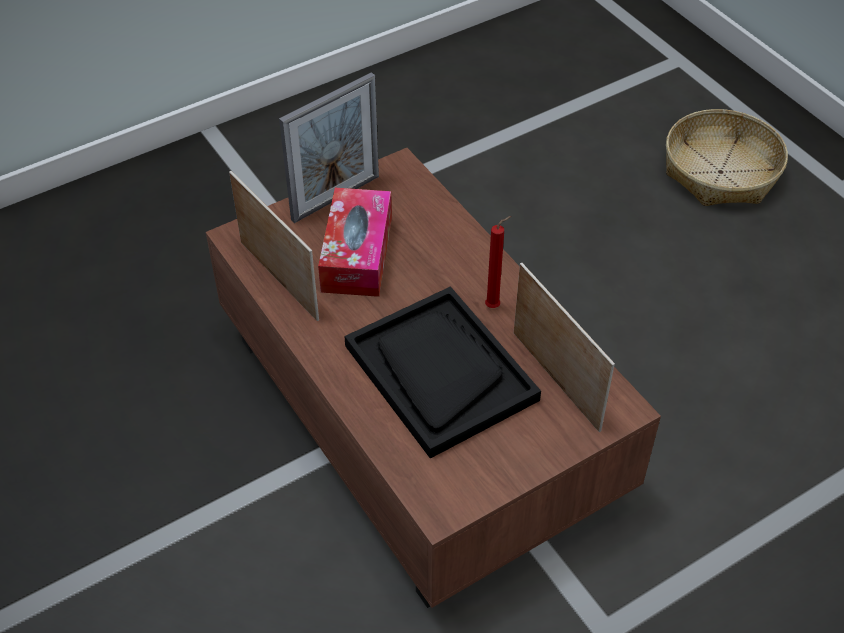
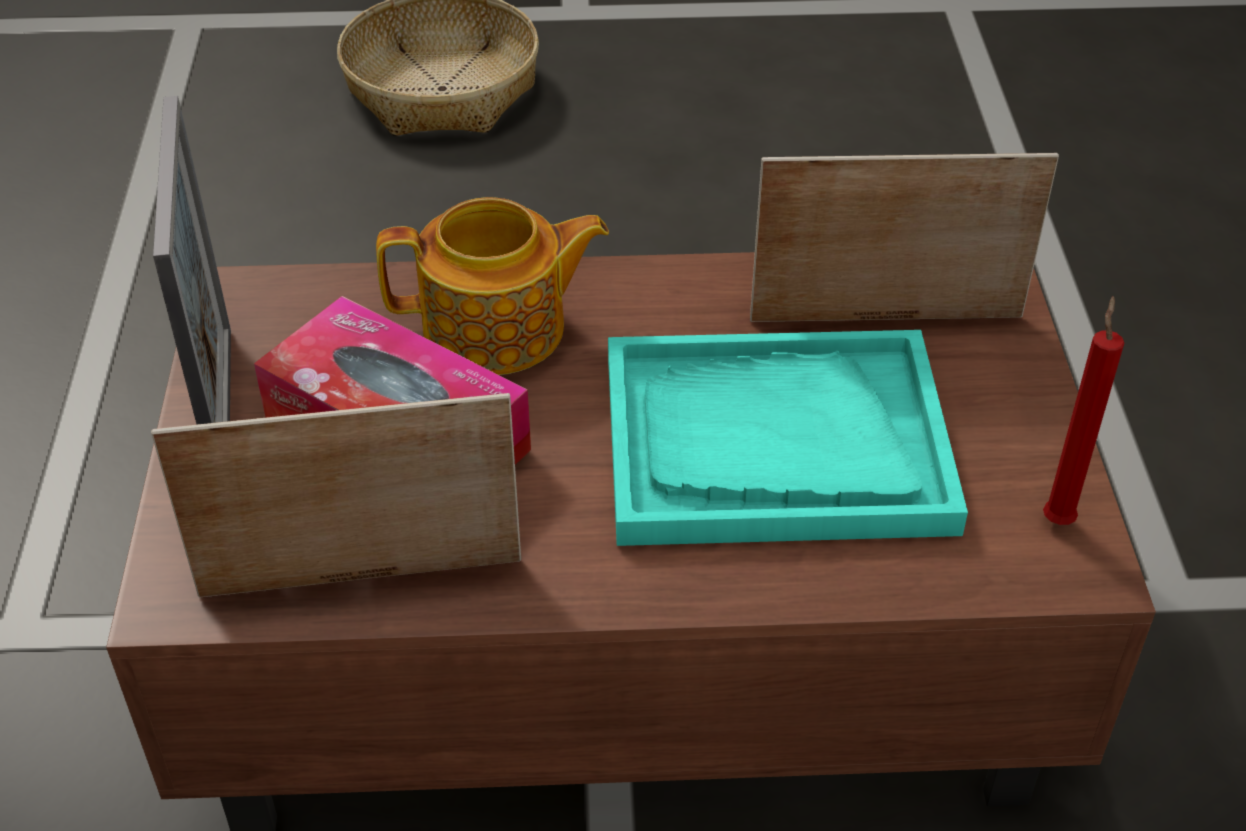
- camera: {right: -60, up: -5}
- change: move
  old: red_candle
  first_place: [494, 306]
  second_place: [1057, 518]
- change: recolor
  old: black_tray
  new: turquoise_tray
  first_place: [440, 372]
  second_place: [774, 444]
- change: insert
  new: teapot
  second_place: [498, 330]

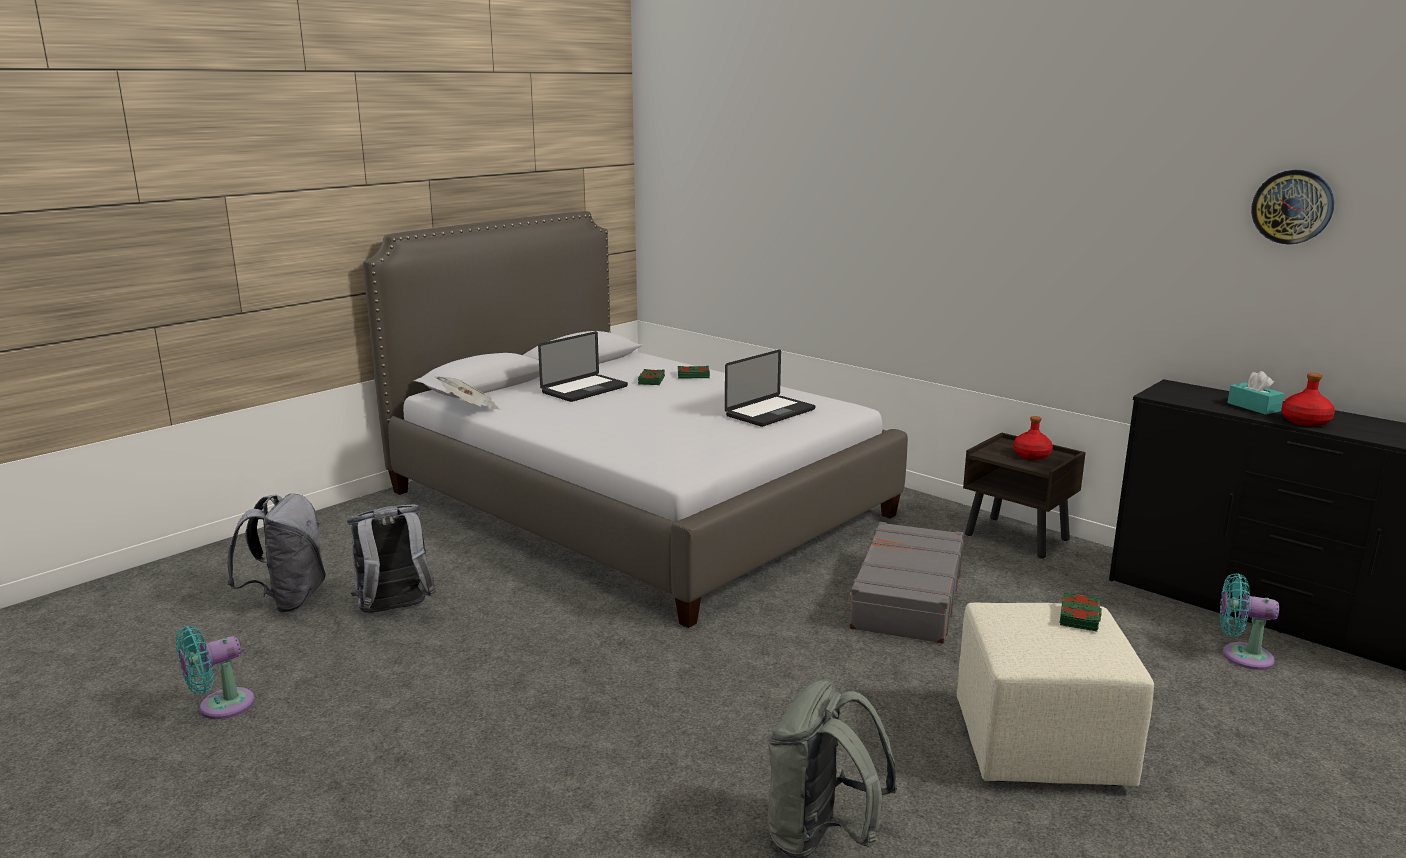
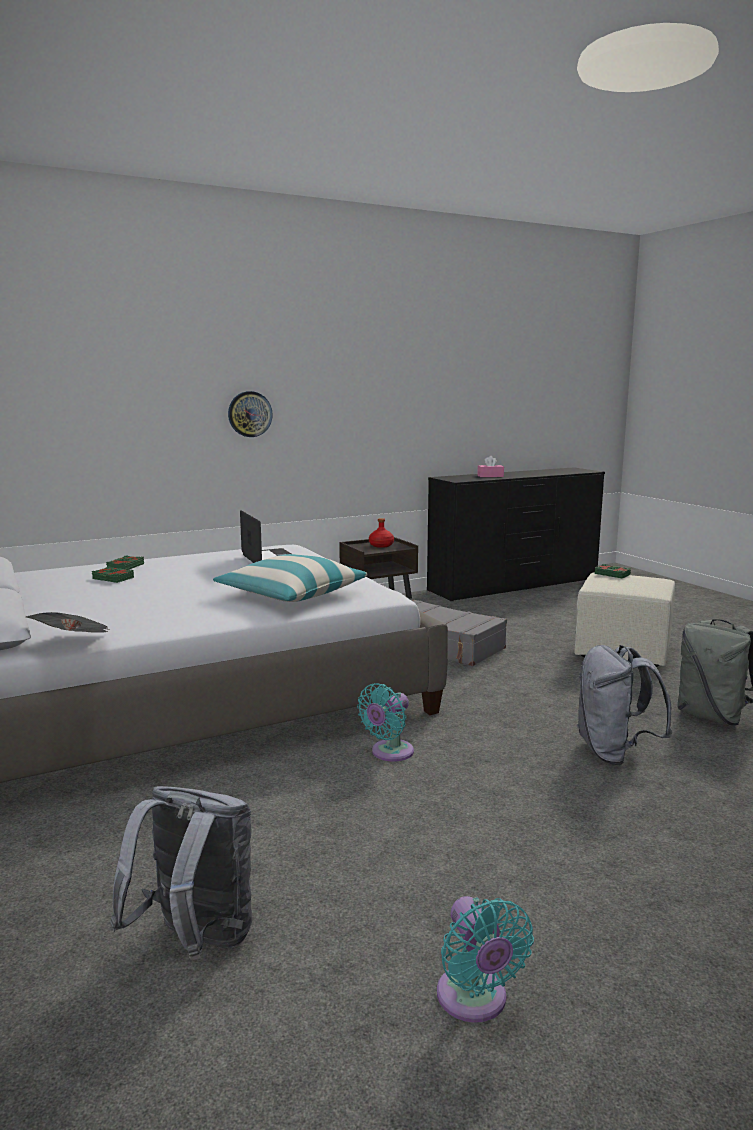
- camera: {right: -70, up: -5}
- change: move
  old: wall_clock
  first_place: [1292, 207]
  second_place: [250, 414]
- change: delete
  old: laptop
  first_place: [584, 390]
- change: recolor
  old: turquoise_tissue_box
  new: pink_tissue_box
  first_place: [1253, 407]
  second_place: [490, 476]
- change: delete
  old: red_bottle
  first_place: [1305, 421]
- change: move
  old: grey_backpack
  first_place: [395, 611]
  second_place: [614, 753]
- change: move
  old: turquoise_fan
  first_place: [1241, 656]
  second_place: [389, 753]
- change: insert
  new: pillow
  second_place: [291, 594]

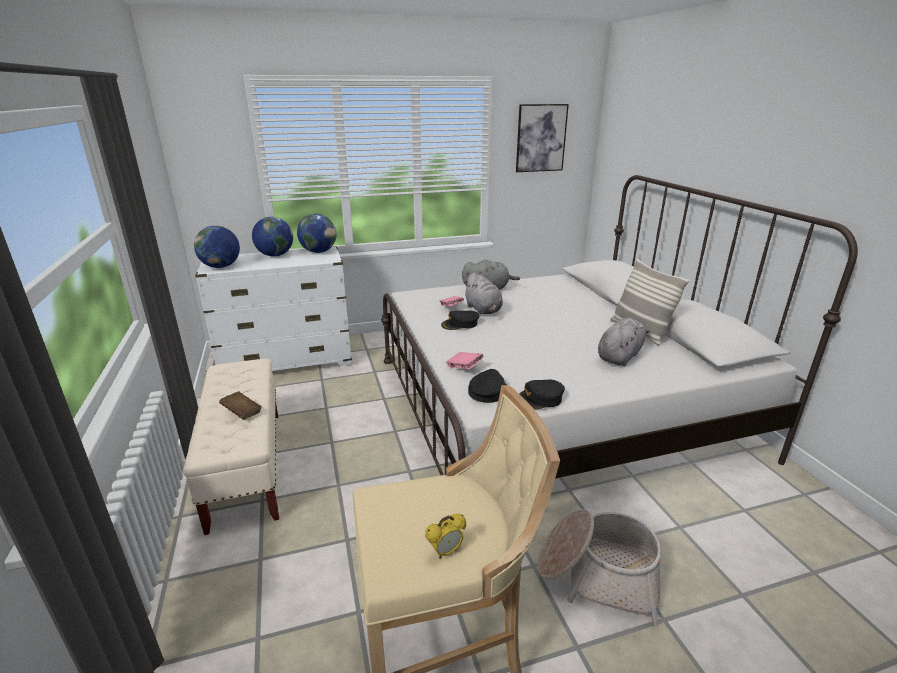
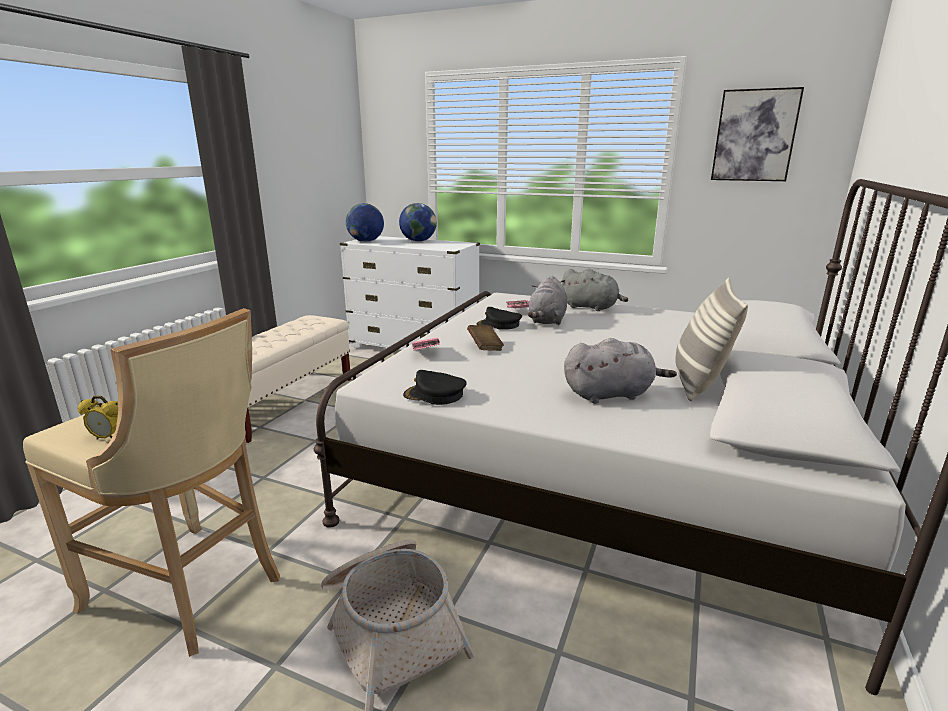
- camera: {right: 40, up: -5}
- change: delete
  old: globe
  first_place: [318, 252]
- change: delete
  old: black_cap
  first_place: [487, 391]
- change: move
  old: brown_book
  first_place: [242, 413]
  second_place: [485, 347]

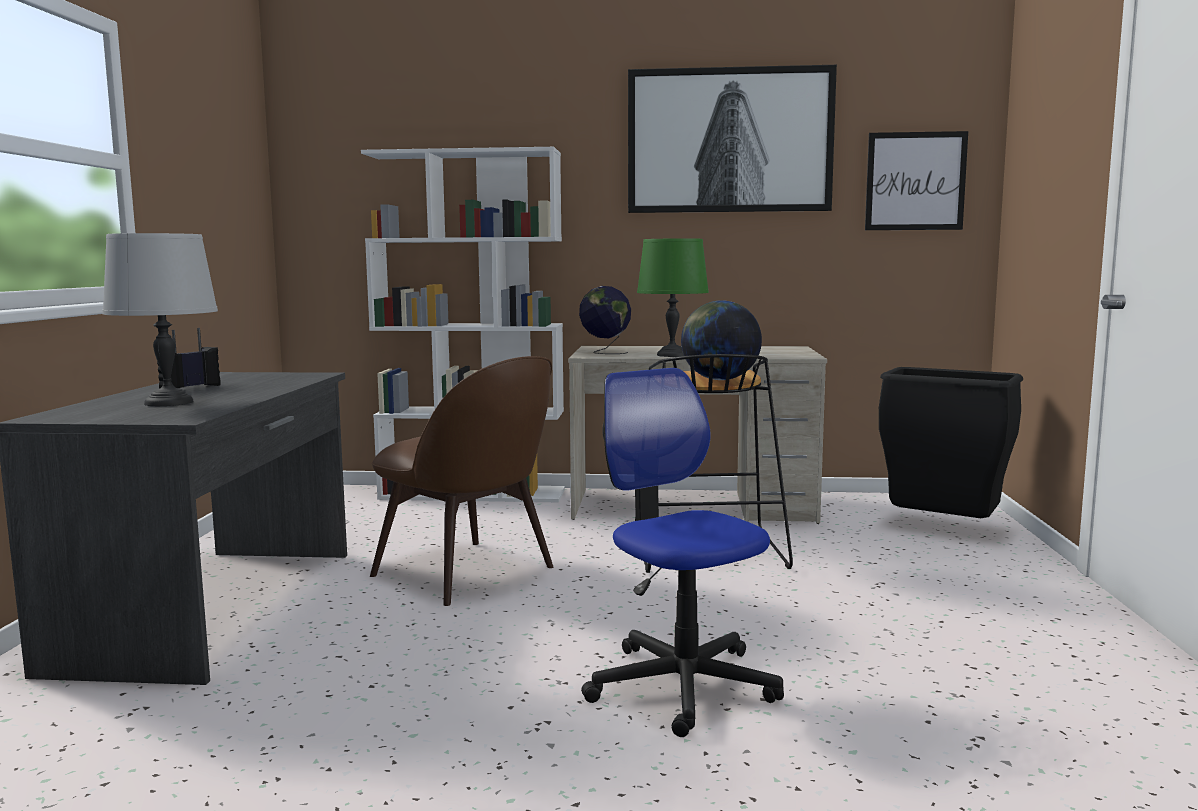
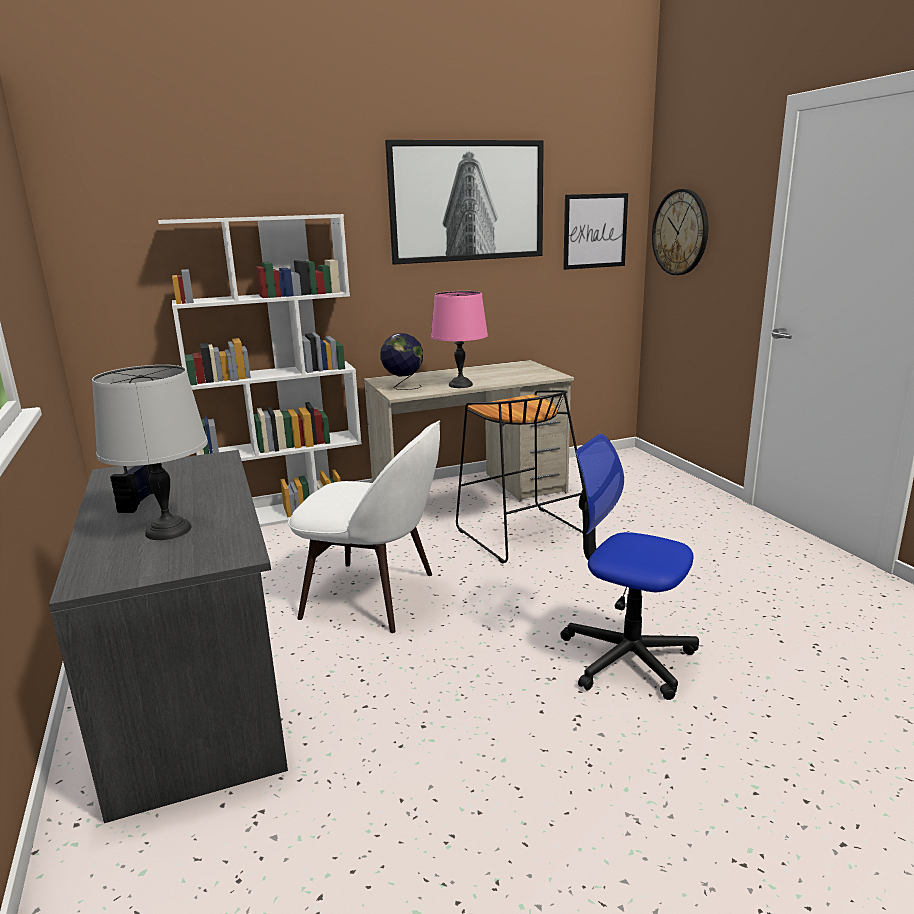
- camera: {right: -25, up: 10}
- change: recolor
  old: green_table_lamp
  new: pink_table_lamp
  first_place: [671, 355]
  second_place: [460, 385]
- change: delete
  old: globe
  first_place: [719, 379]
- change: recolor
  old: brown_chair
  new: white_chair
  first_place: [468, 573]
  second_place: [374, 596]
- change: delete
  old: black_trash_can
  first_place: [942, 530]
- change: insert
  new: wall_clock
  second_place: [680, 232]

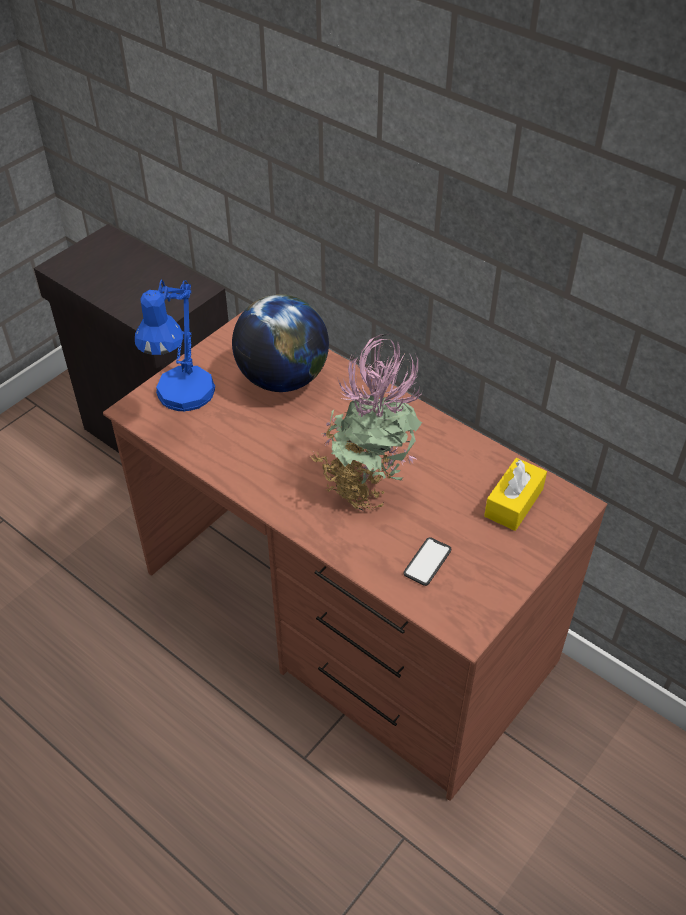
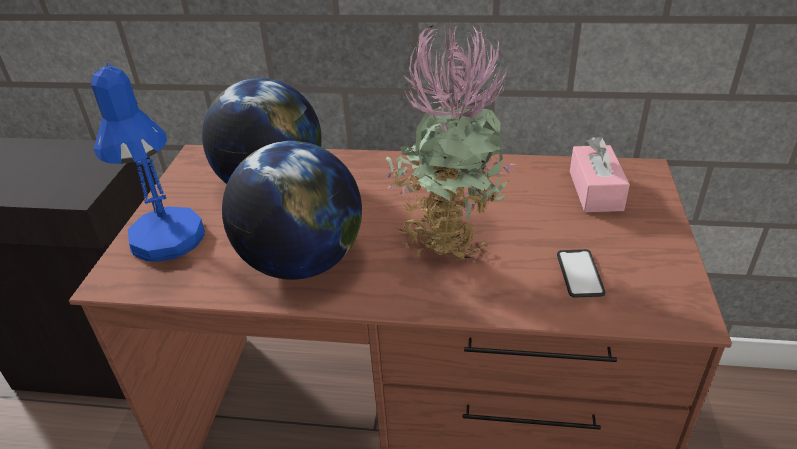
- camera: {right: -30, up: -10}
- change: recolor
  old: yellow_tissue_box
  new: pink_tissue_box
  first_place: [513, 503]
  second_place: [595, 190]
- change: insert
  new: globe
  second_place: [302, 262]

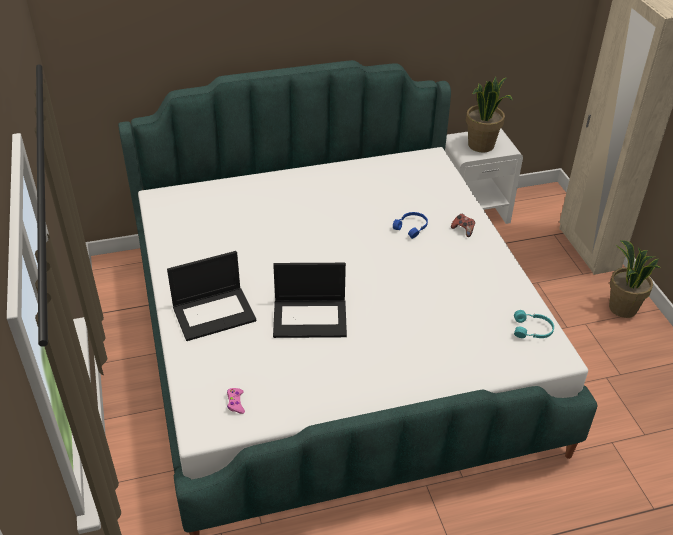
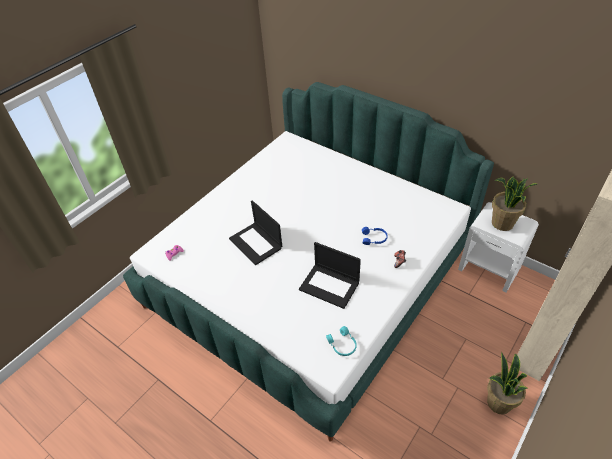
- camera: {right: 55, up: 5}
- change: move
  old: laptop
  first_place: [214, 313]
  second_place: [330, 285]

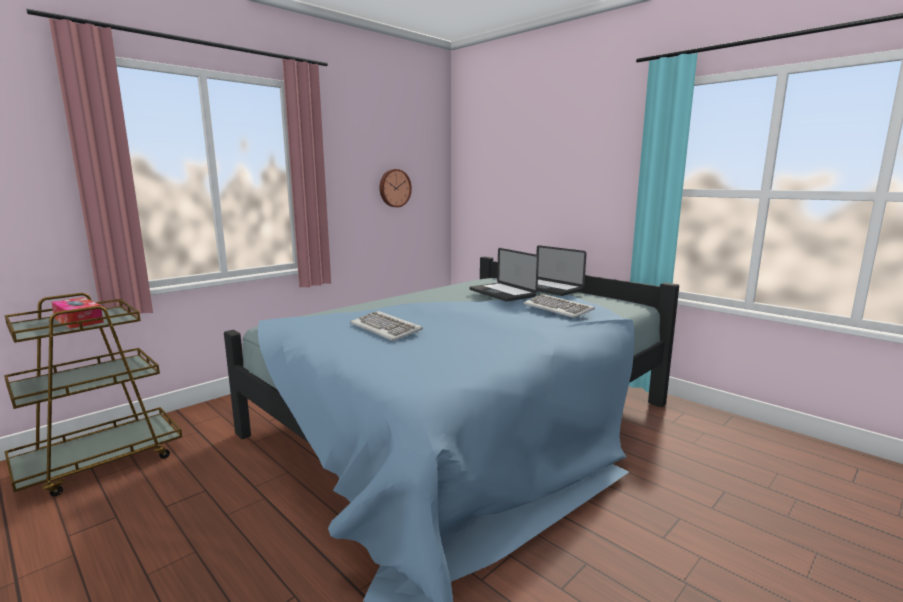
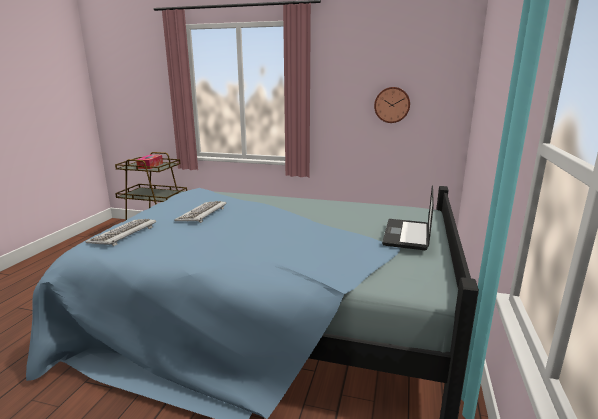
- camera: {right: 60, up: 5}
- change: delete
  old: laptop
  first_place: [502, 293]
- change: move
  old: keyboard
  first_place: [558, 309]
  second_place: [123, 234]

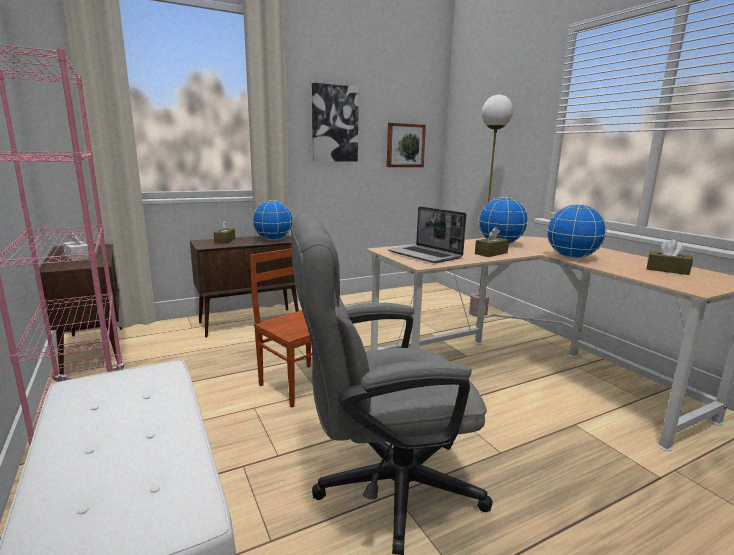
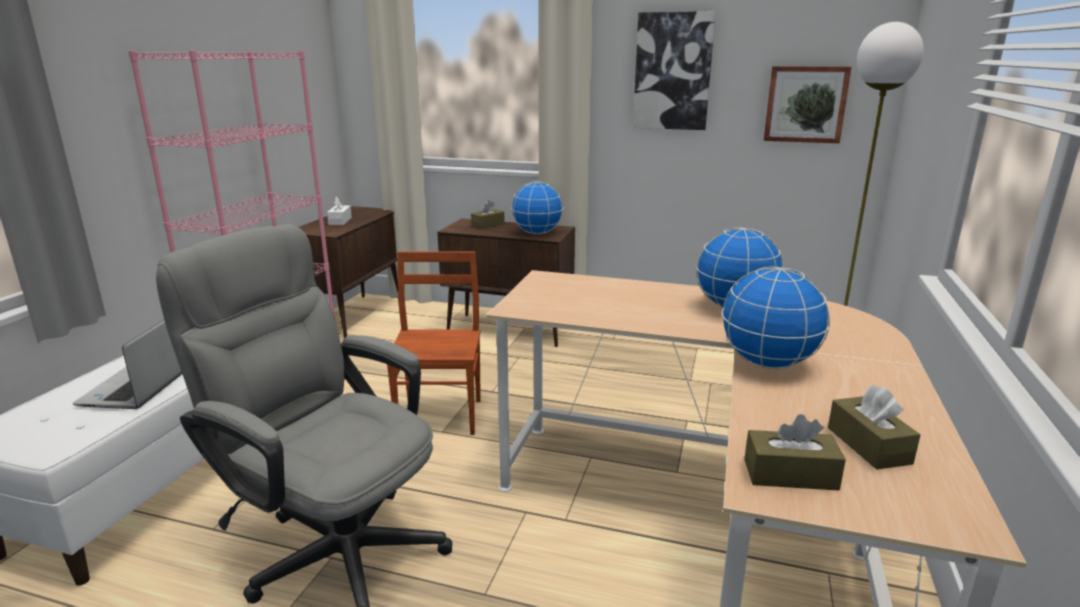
- camera: {right: 45, up: 5}
- change: move
  old: laptop
  first_place: [426, 255]
  second_place: [138, 387]
- change: move
  old: brown_tissue_box
  first_place: [491, 253]
  second_place: [790, 474]

